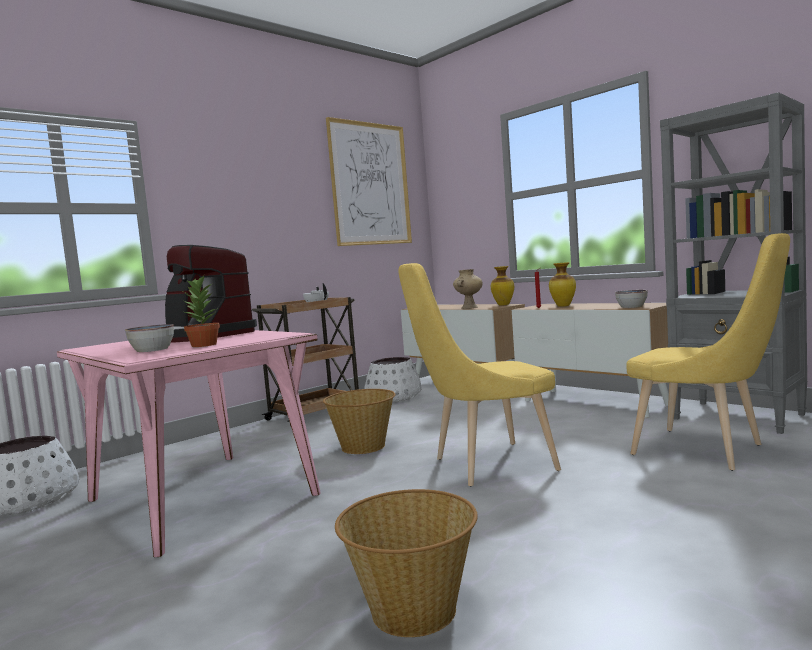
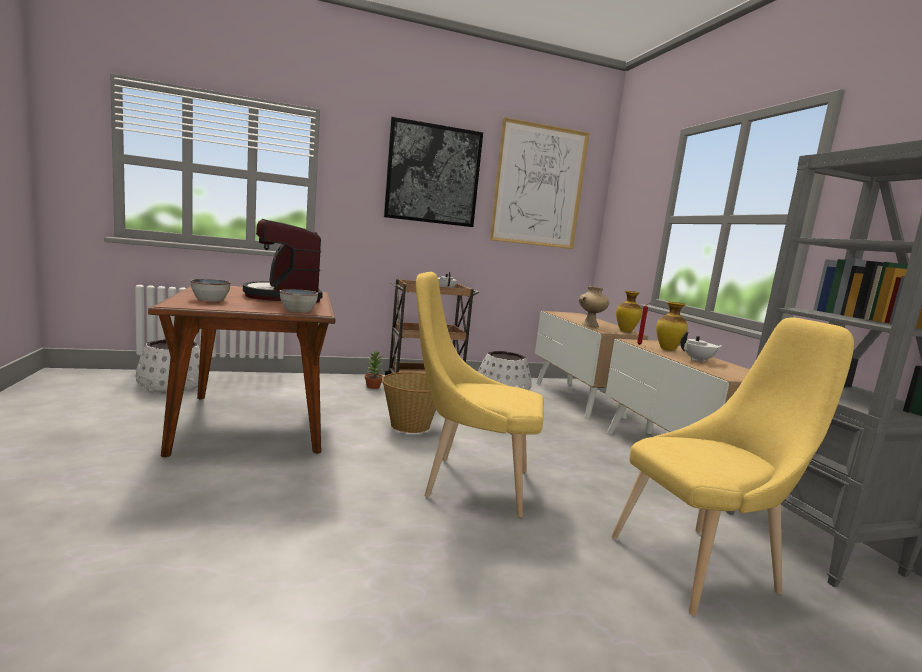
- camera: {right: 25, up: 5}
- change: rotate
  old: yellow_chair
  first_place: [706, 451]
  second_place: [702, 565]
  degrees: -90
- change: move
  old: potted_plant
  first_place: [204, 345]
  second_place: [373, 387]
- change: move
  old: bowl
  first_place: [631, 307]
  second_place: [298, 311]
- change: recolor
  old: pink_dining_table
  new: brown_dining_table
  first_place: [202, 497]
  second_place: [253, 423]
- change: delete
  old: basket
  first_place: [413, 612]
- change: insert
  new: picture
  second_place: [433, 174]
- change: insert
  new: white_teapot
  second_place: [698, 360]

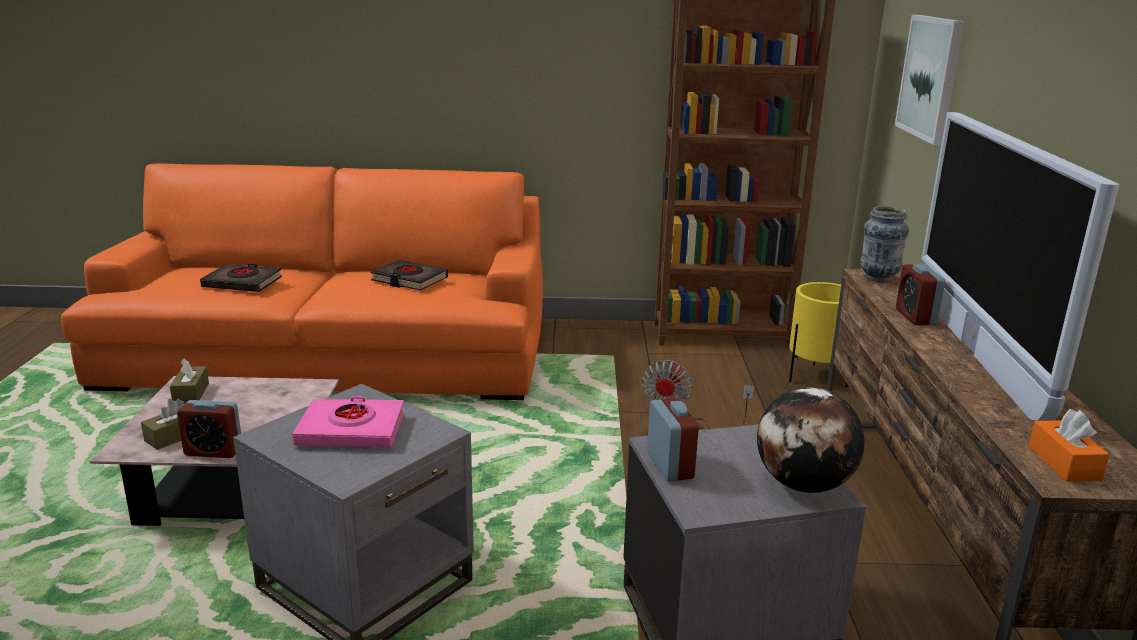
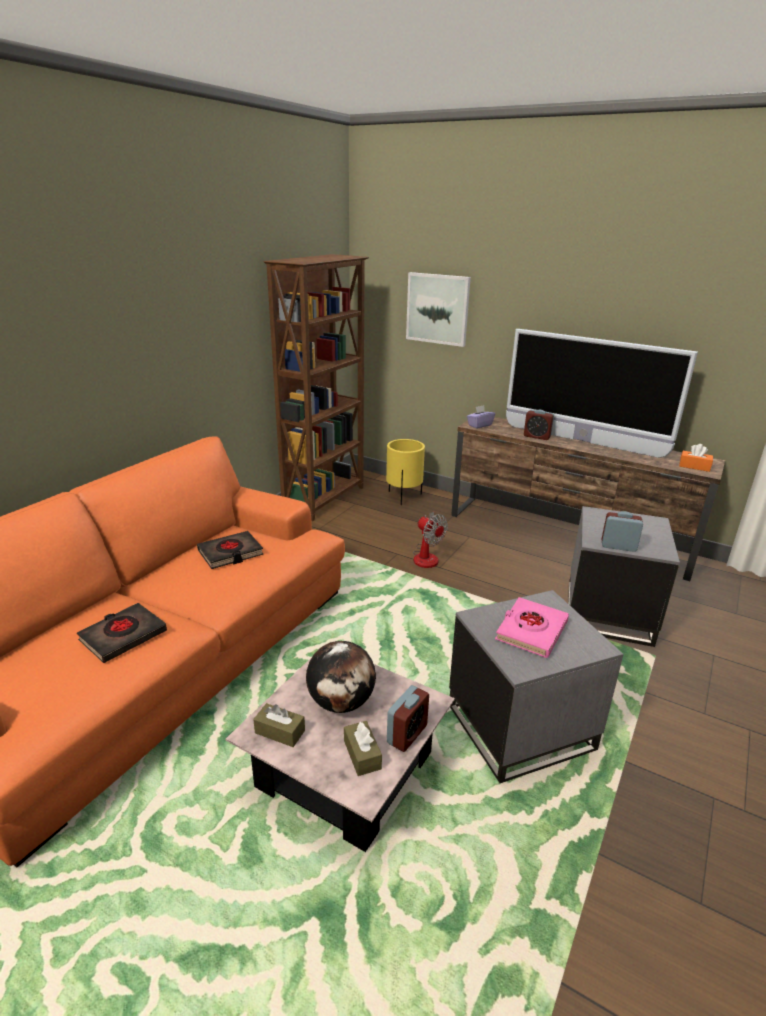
- camera: {right: -60, up: 5}
- change: replace
  old: vase
  new: purple_tissue_box
  first_place: [878, 278]
  second_place: [479, 425]
- change: move
  old: globe
  first_place: [804, 485]
  second_place: [342, 702]

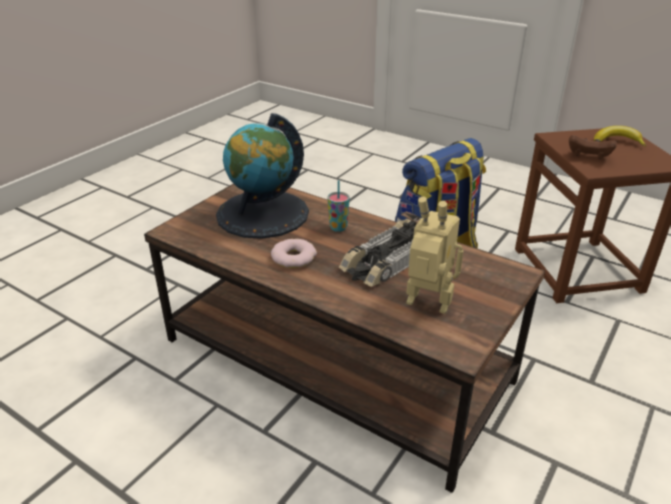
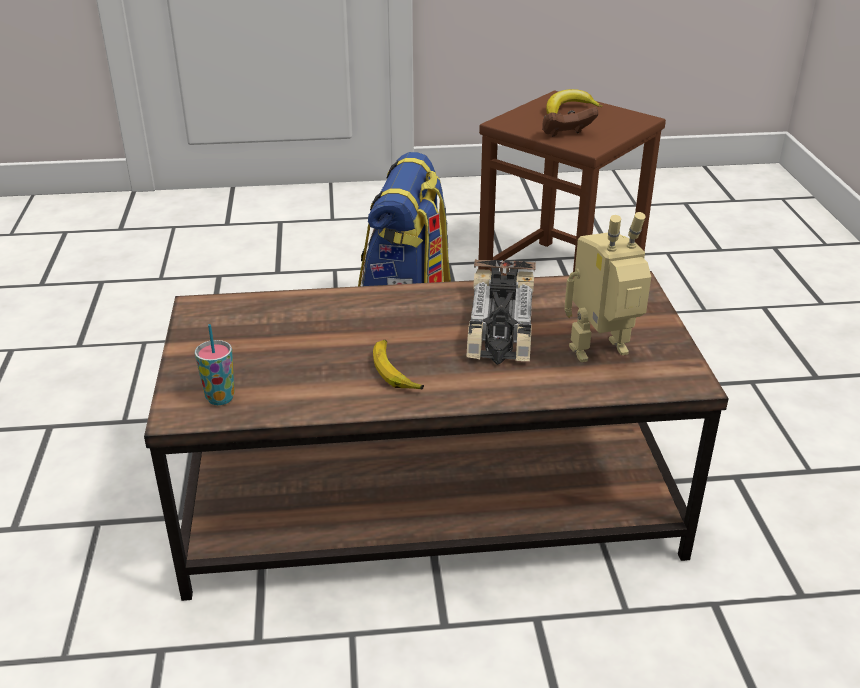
- camera: {right: -40, up: 0}
- change: delete
  old: globe
  first_place: [262, 214]
- change: move
  old: cup
  first_place: [338, 228]
  second_place: [220, 398]
- change: replace
  old: donut
  new: banana
  first_place: [293, 257]
  second_place: [395, 371]

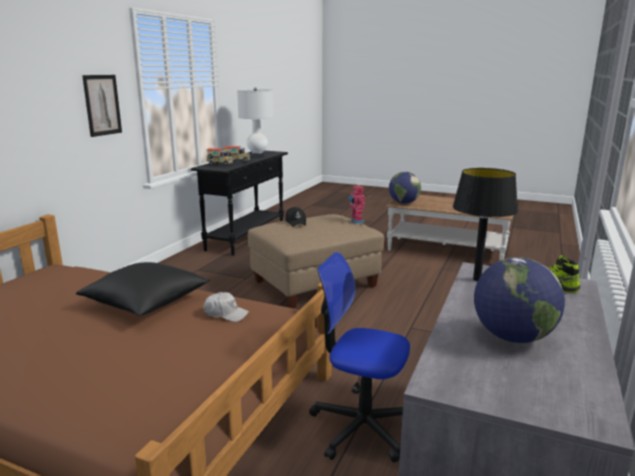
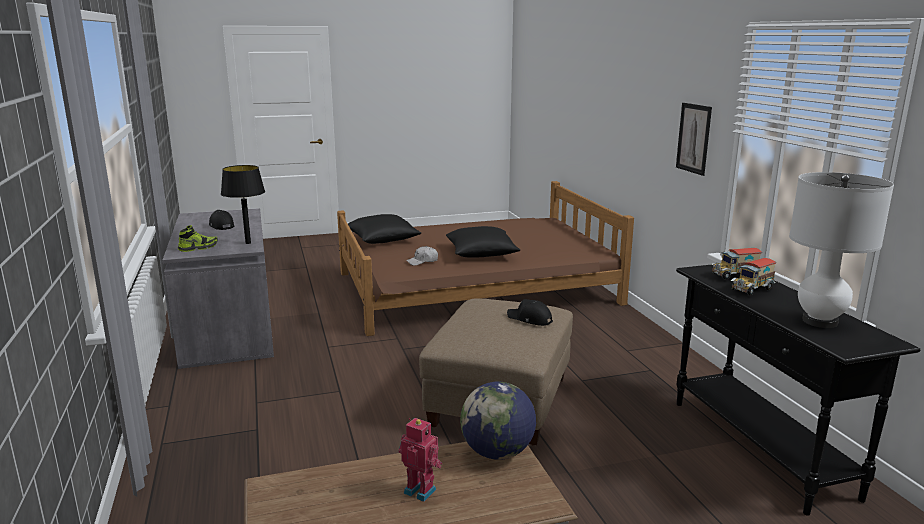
- camera: {right: 140, up: 0}
- change: move
  old: toy_robot
  first_place: [356, 221]
  second_place: [421, 490]
- change: delete
  old: office_chair
  first_place: [361, 426]
- change: replace
  old: globe
  new: black_cap
  first_place: [512, 337]
  second_place: [221, 226]
- change: insert
  new: black_pillow
  second_place: [382, 240]

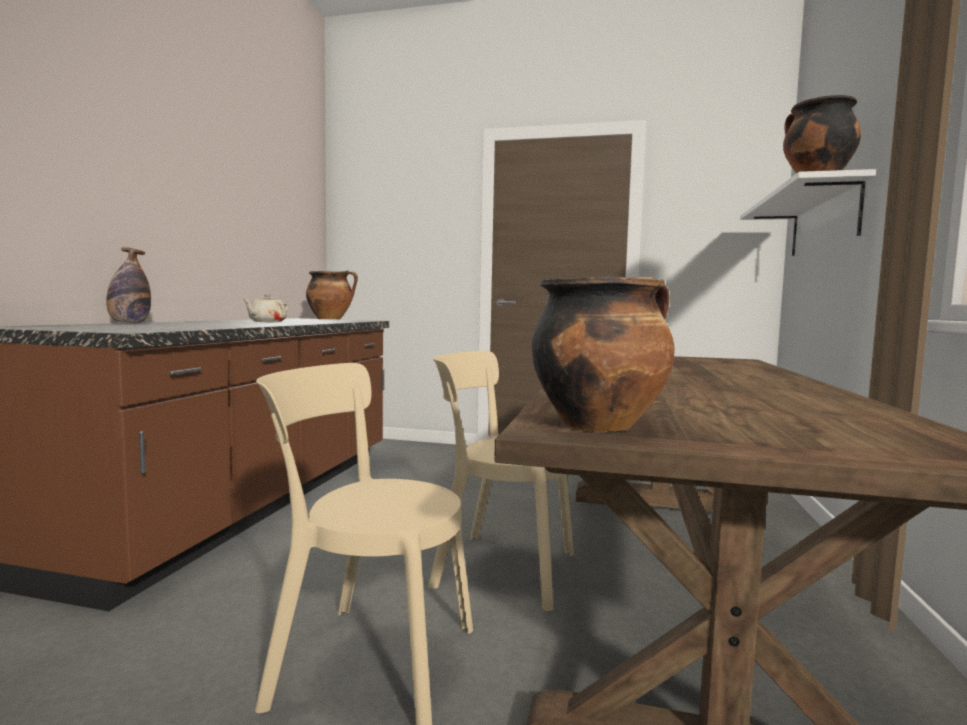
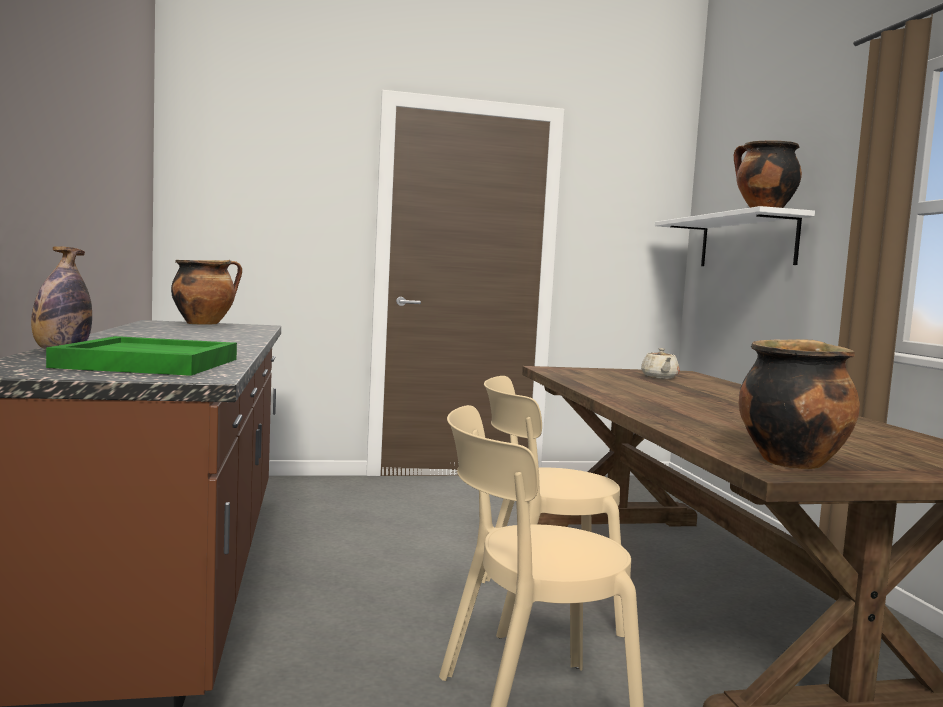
- camera: {right: -25, up: 0}
- change: move
  old: beige_teapot
  first_place: [267, 322]
  second_place: [659, 377]
- change: insert
  new: green_tray
  second_place: [148, 363]

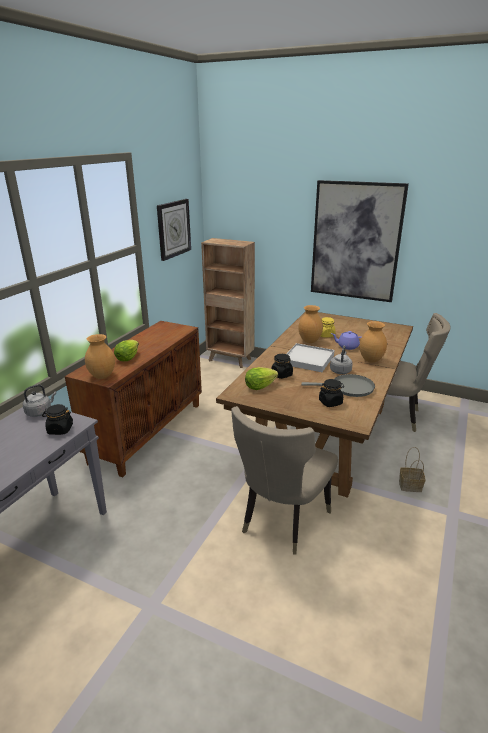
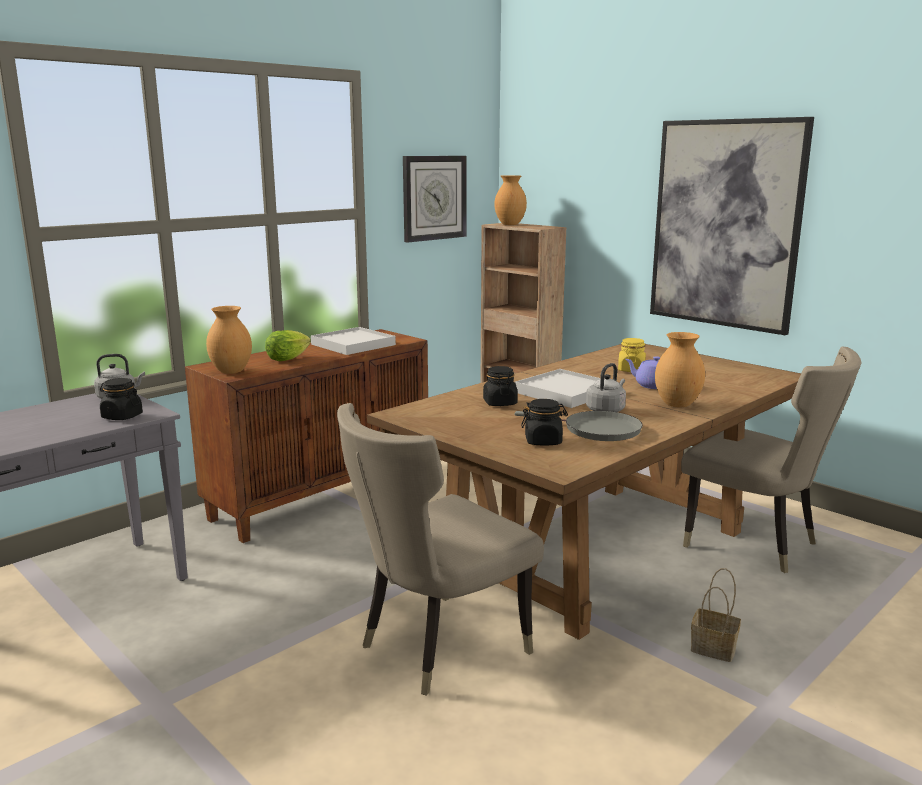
- camera: {right: 20, up: -10}
- change: move
  old: brown_vase
  first_place: [309, 341]
  second_place: [510, 224]
- change: delete
  old: lettuce
  first_place: [259, 386]
- change: insert
  new: white_tray
  second_place: [353, 344]

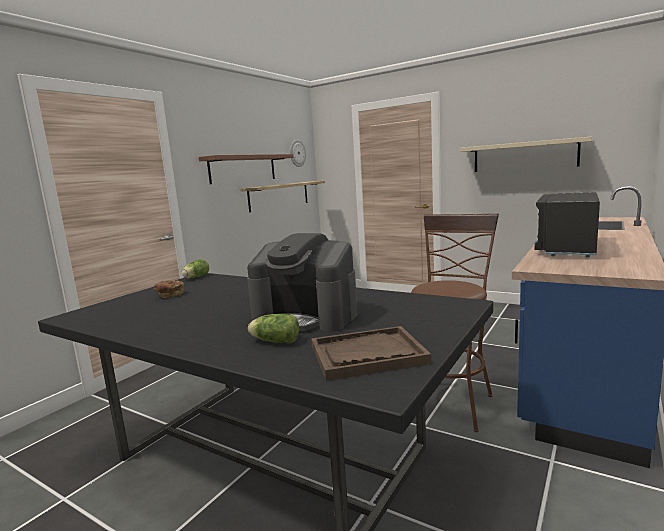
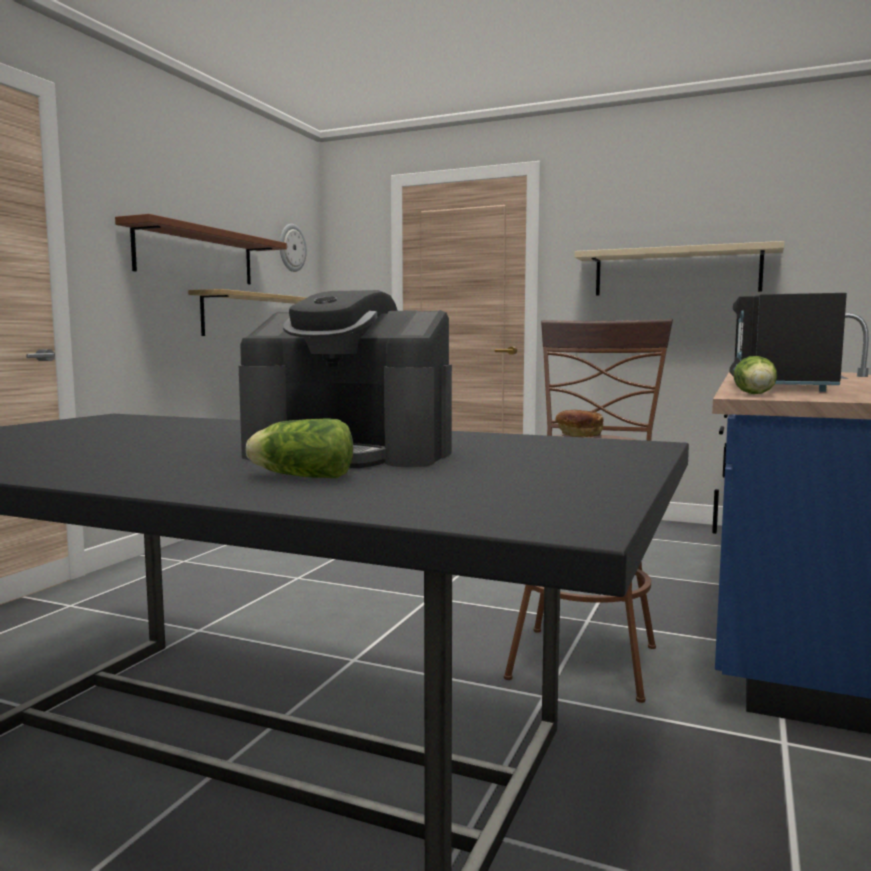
- camera: {right: -10, up: -5}
- change: move
  old: lettuce
  first_place: [195, 277]
  second_place: [755, 394]
- change: move
  old: bread
  first_place: [169, 295]
  second_place: [579, 435]
- change: delete
  old: brown_tray
  first_place: [367, 355]

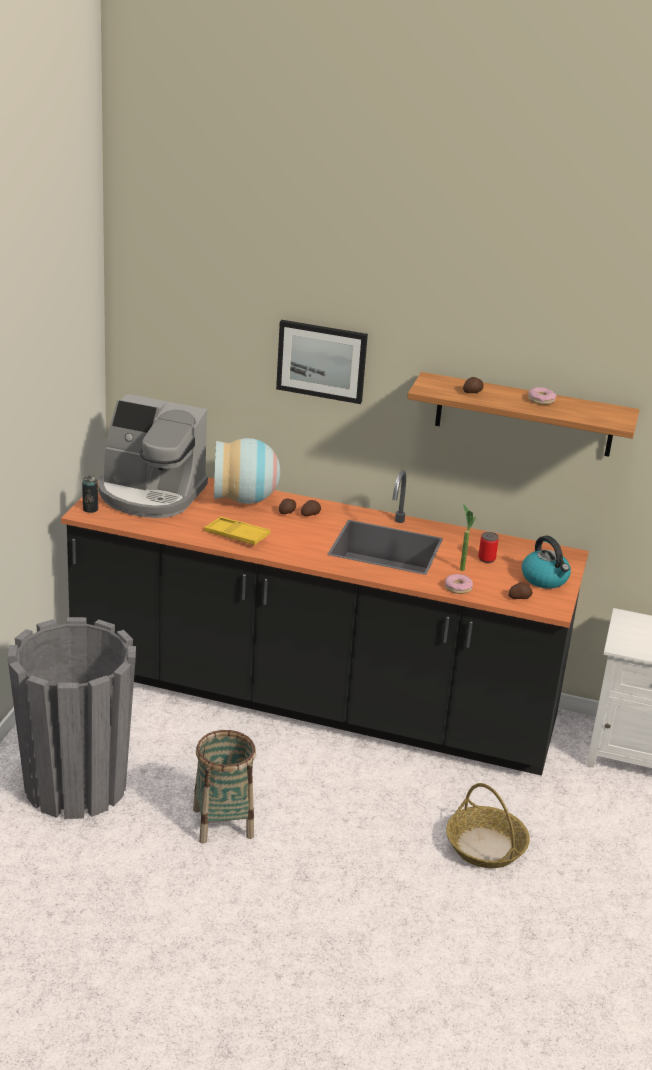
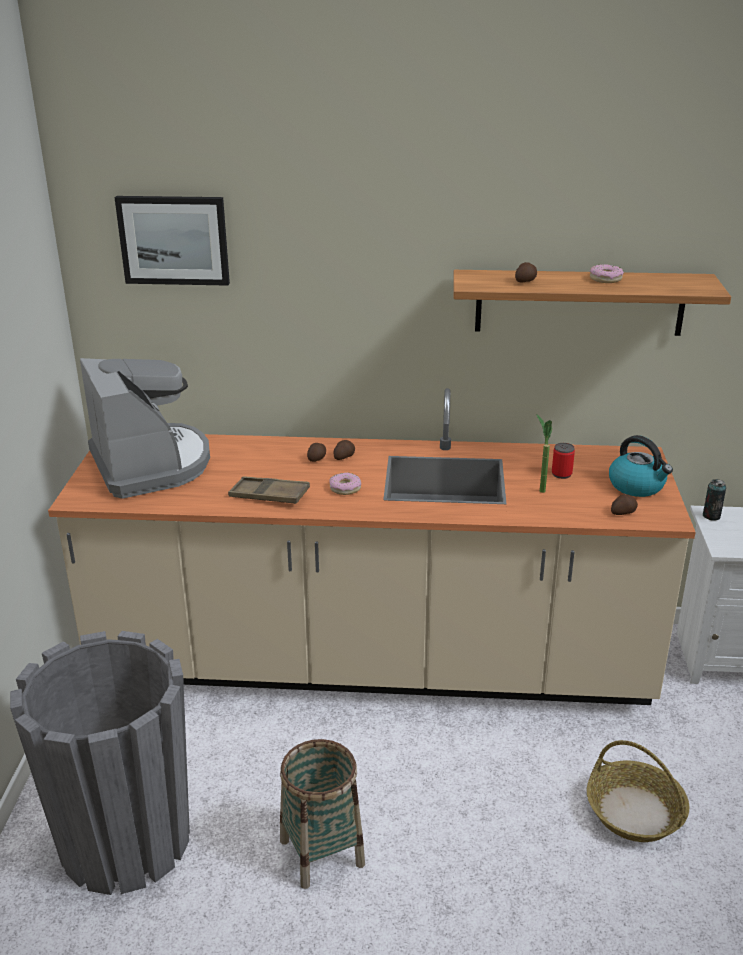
- camera: {right: -10, up: 0}
- change: move
  old: picture
  first_place: [322, 361]
  second_place: [174, 240]
- change: rotate
  old: coffee_machine
  first_place: [150, 494]
  second_place: [151, 464]
  degrees: -120
- change: delete
  old: vase
  first_place: [245, 499]
- change: recolor
  old: black_counter
  new: beige_counter
  first_place: [313, 698]
  second_place: [372, 662]
- change: move
  old: can
  first_place: [90, 509]
  second_place: [711, 516]
- change: recolor
  old: yellow_tray
  new: brown_tray
  first_place: [236, 535]
  second_place: [269, 495]
- change: move
  old: donut
  first_place: [458, 588]
  second_place: [345, 488]

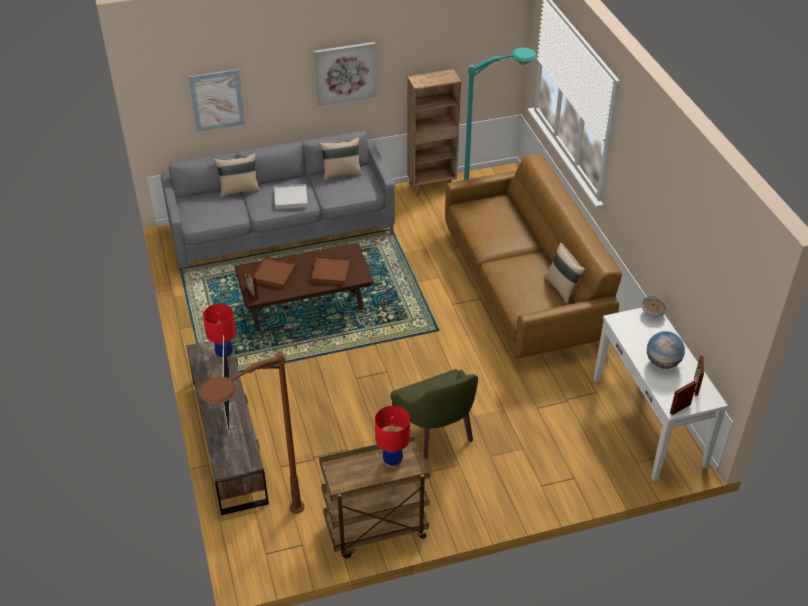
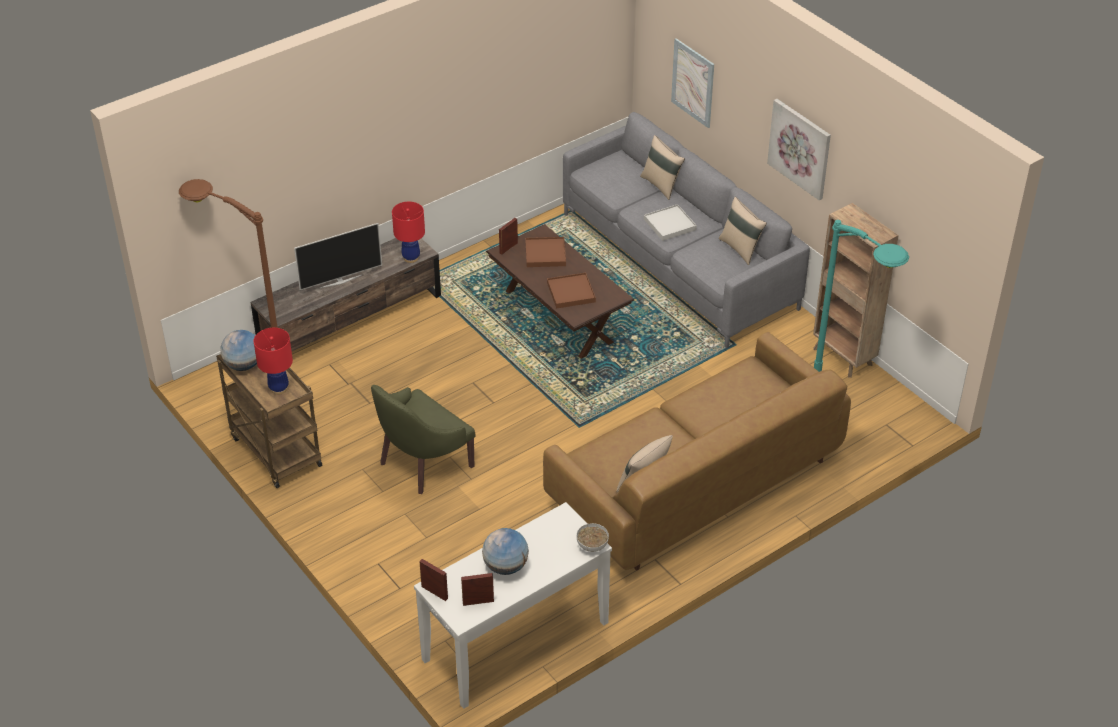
- camera: {right: 70, up: 0}
- change: insert
  new: globe
  second_place: [244, 365]

